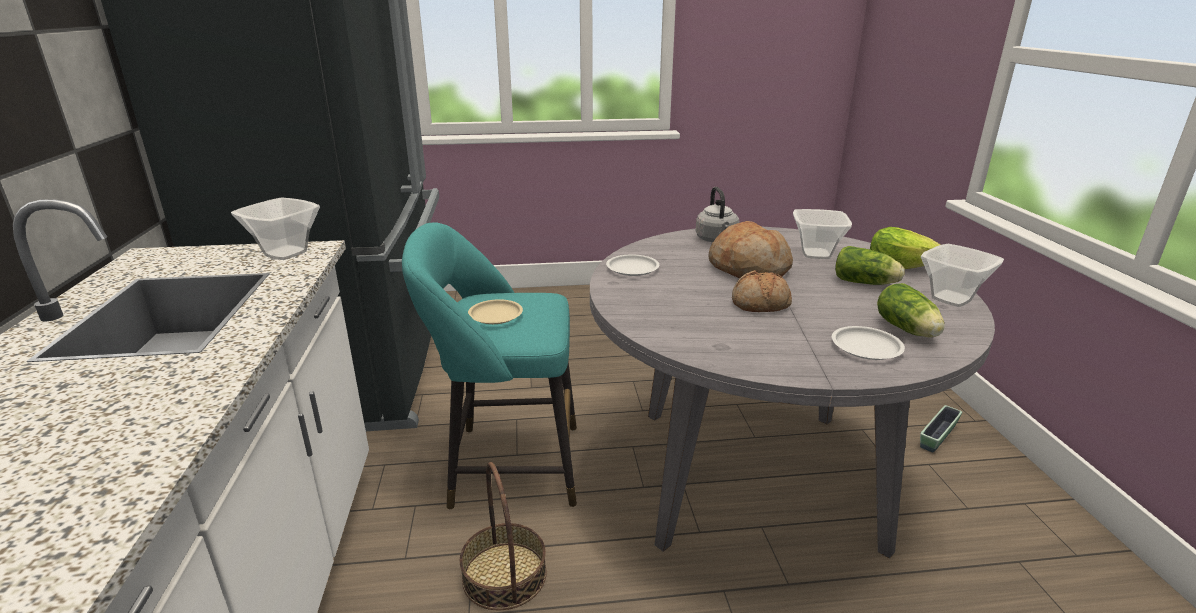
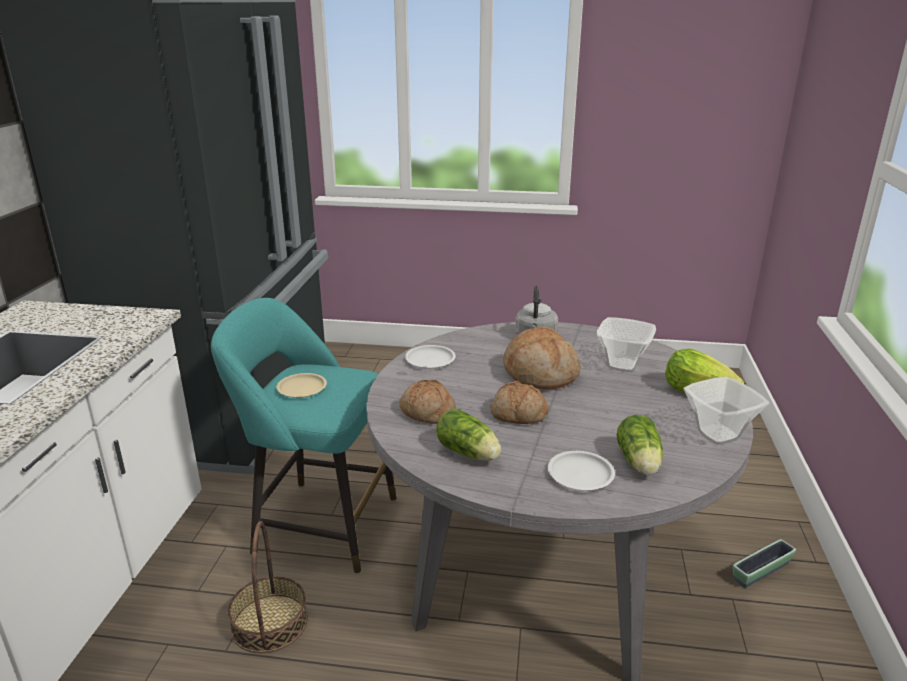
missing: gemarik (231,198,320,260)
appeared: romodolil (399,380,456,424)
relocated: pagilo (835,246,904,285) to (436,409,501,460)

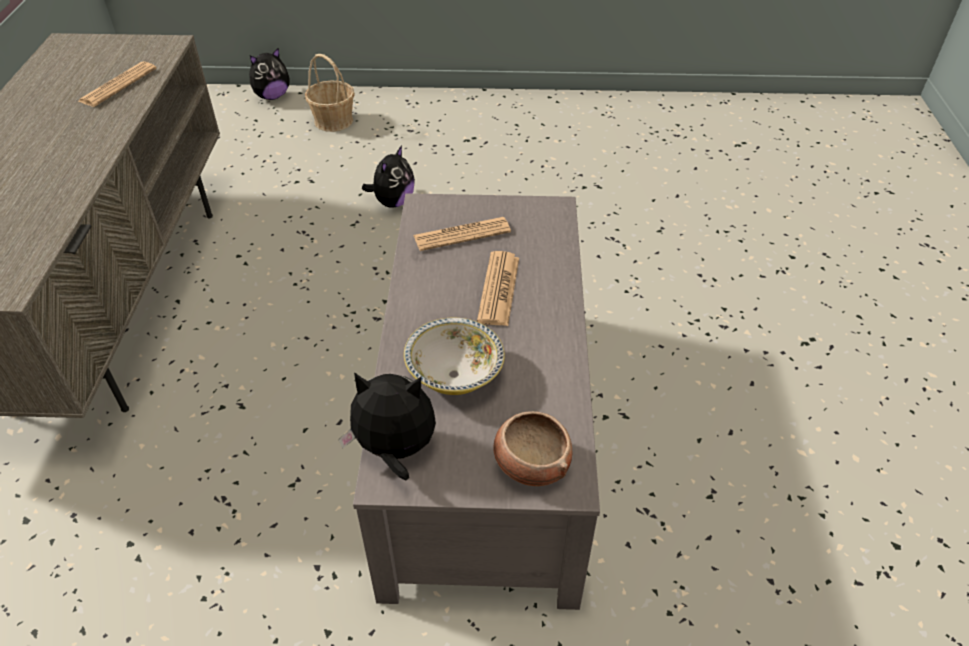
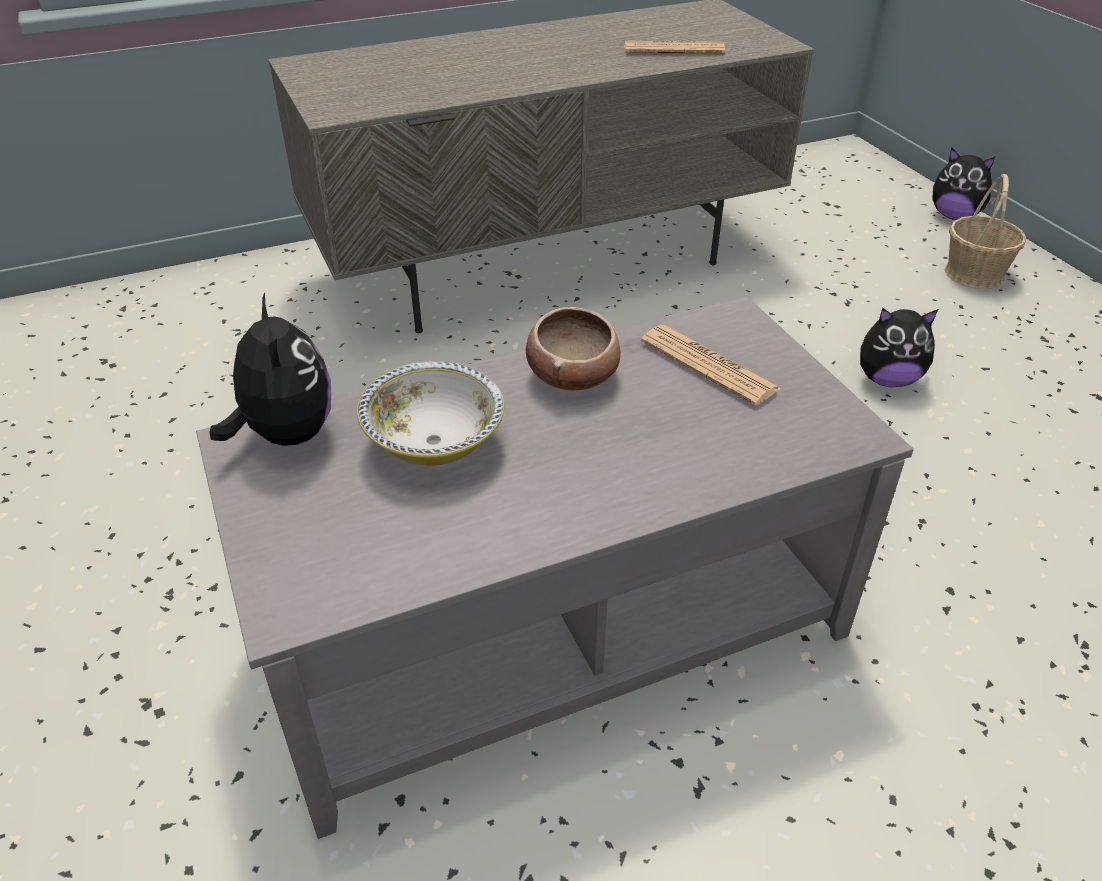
missing: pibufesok (477,251,519,326)
relocated: gemarik (494,411,573,486) to (526,307,621,391)

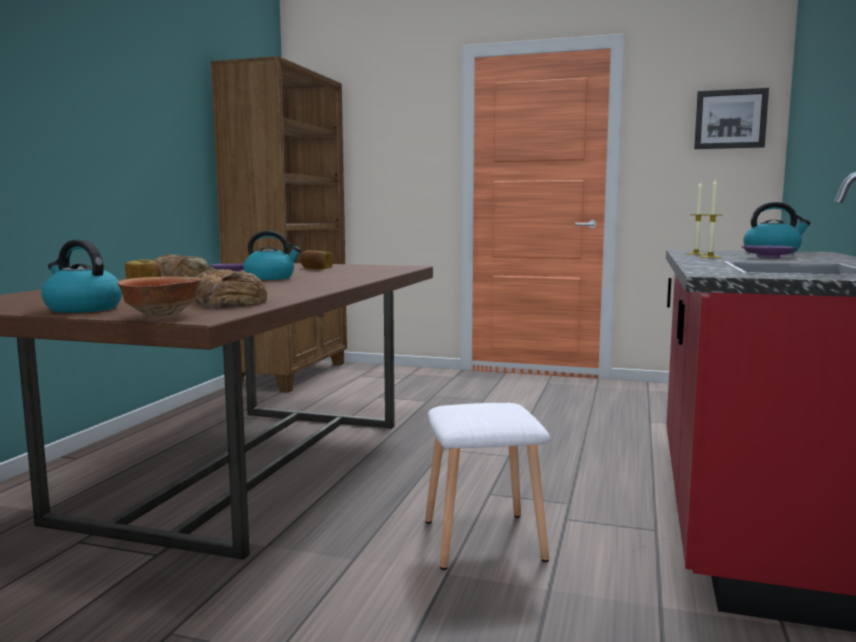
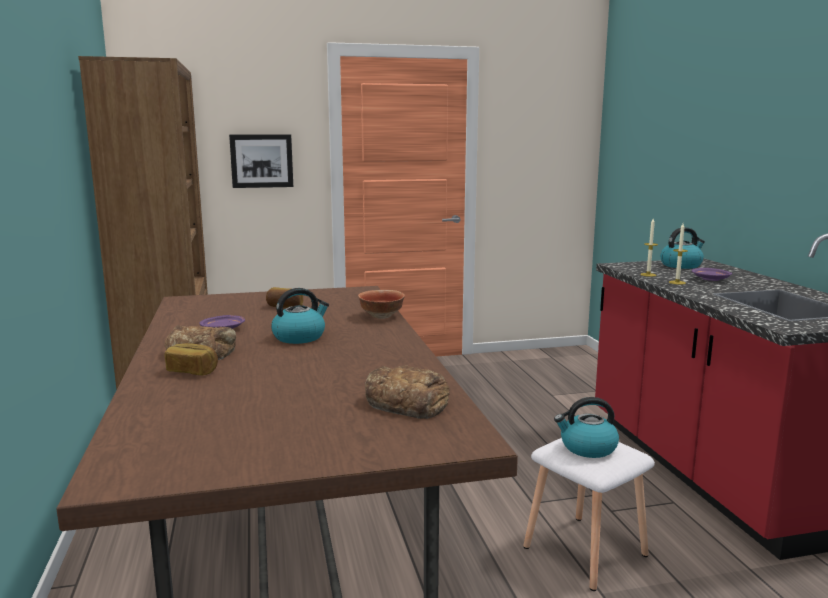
relocated: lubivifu (694,88,769,149) to (229,134,293,188); gemarik (117,276,201,318) to (358,290,405,319); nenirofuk (41,239,122,313) to (554,397,619,458)

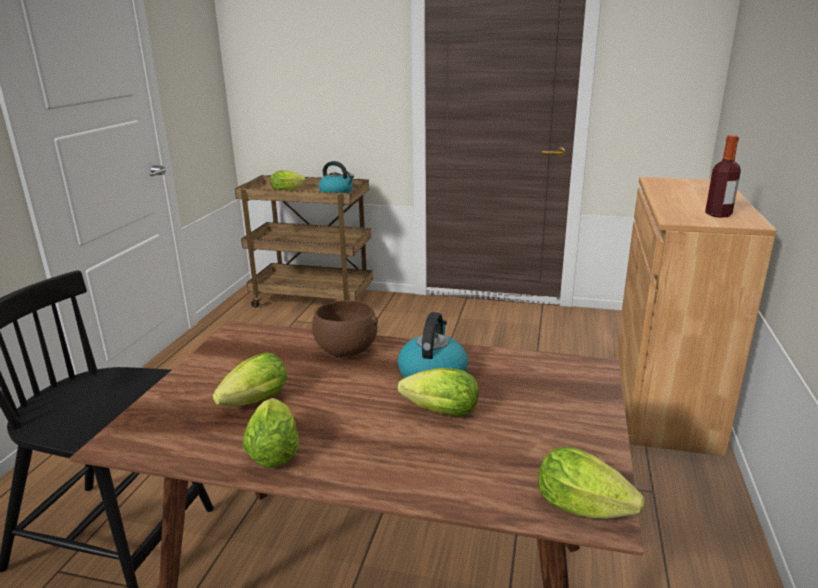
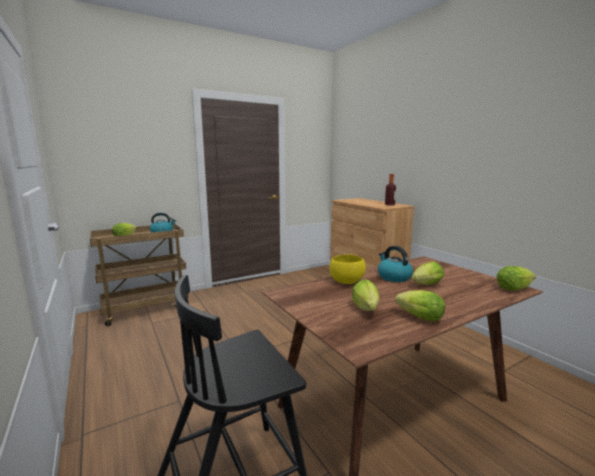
colour: brown gemarik (312,300,378,357) to yellow gemarik (329,254,366,284)

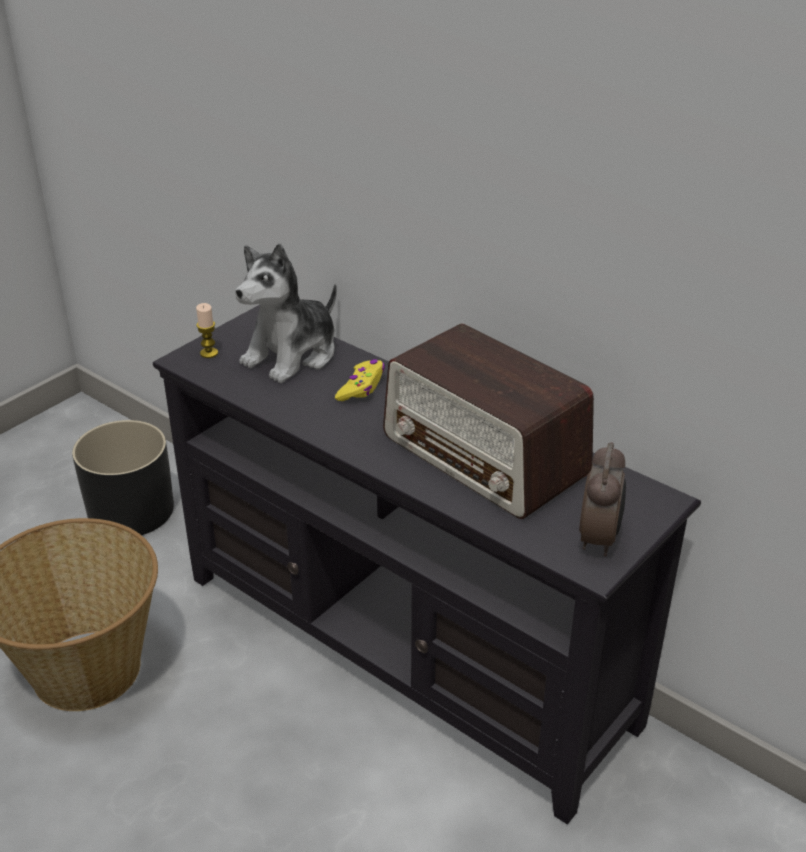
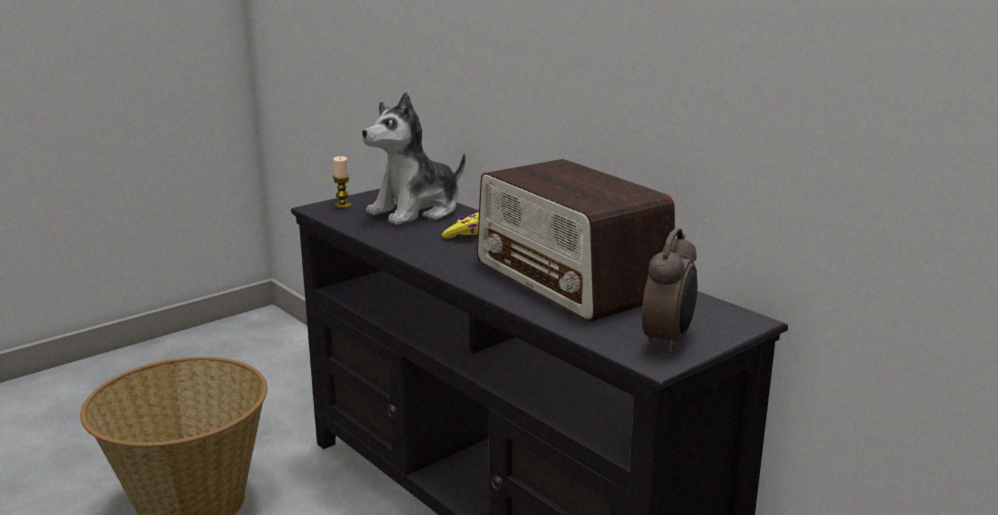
missing: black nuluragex (72,420,174,535)

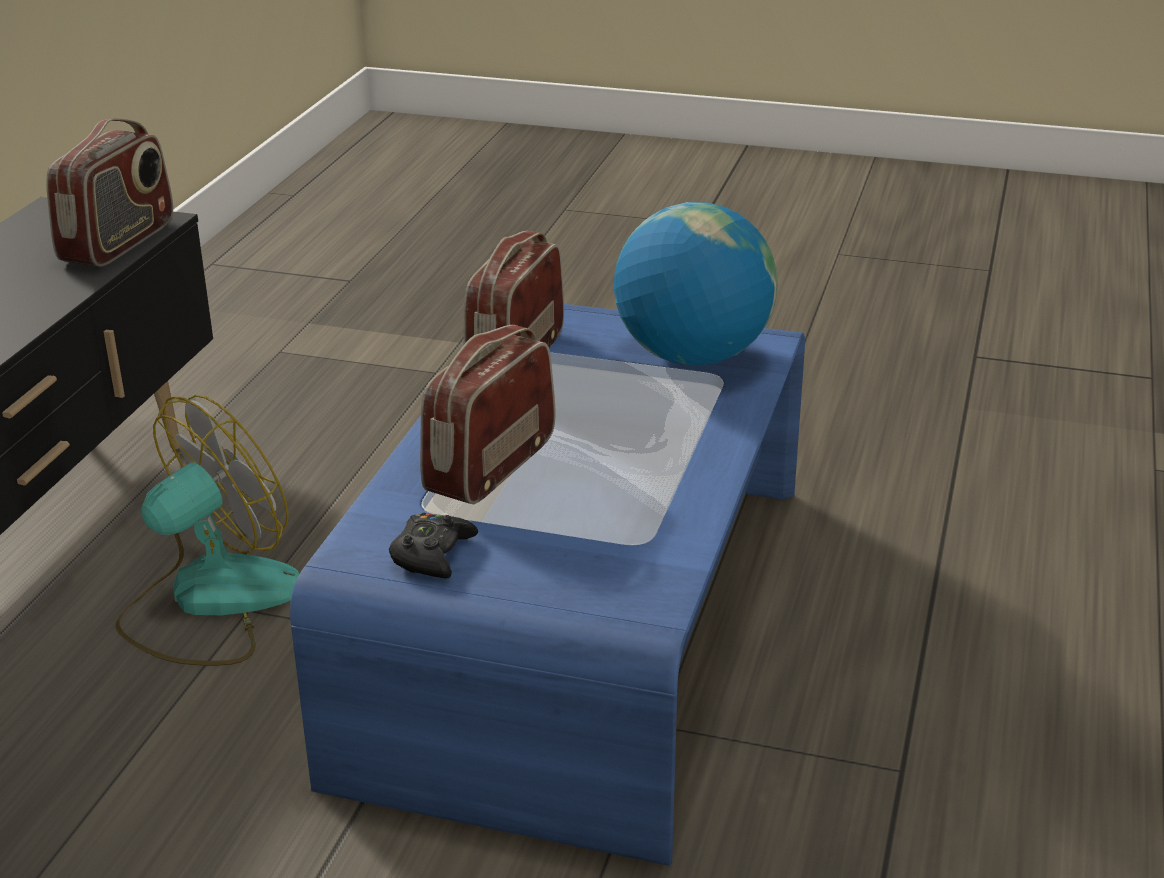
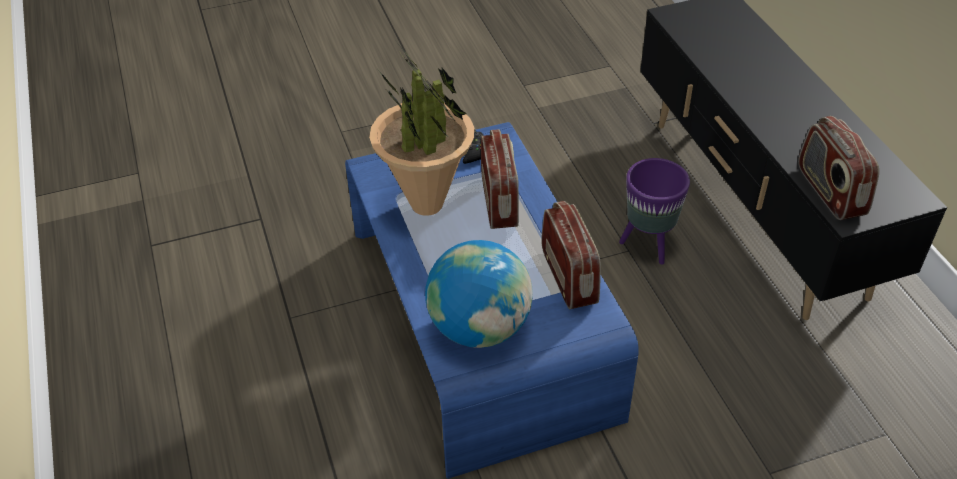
appeared: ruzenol (369,42,474,216)
exchanged: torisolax (116,395,299,666) to purple nuluragex (619,158,690,265)

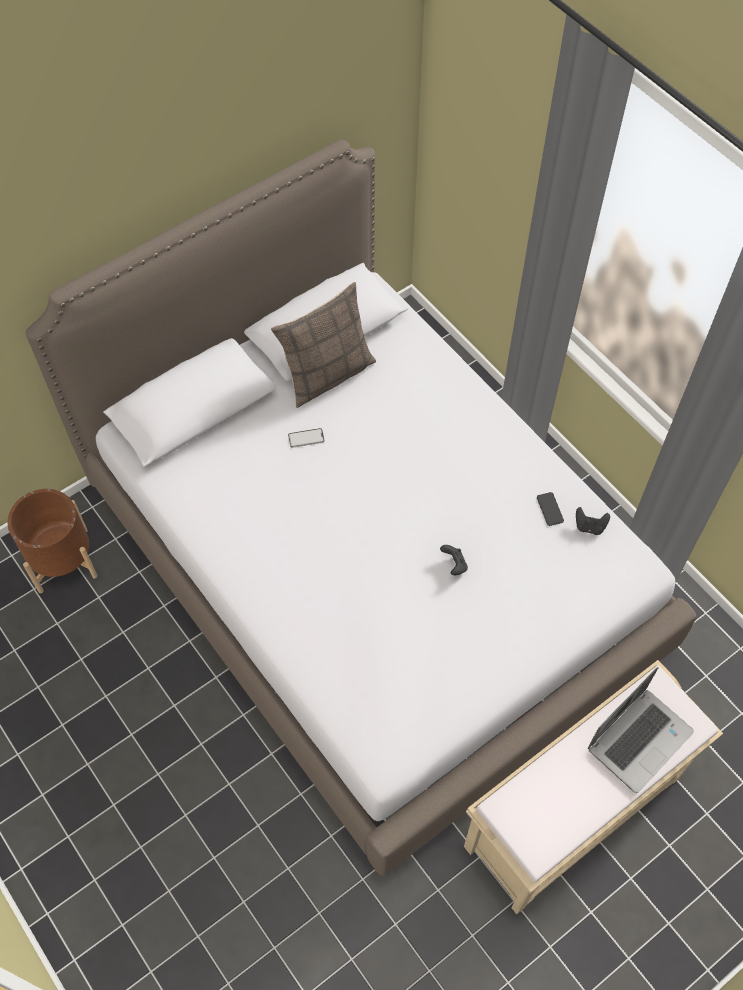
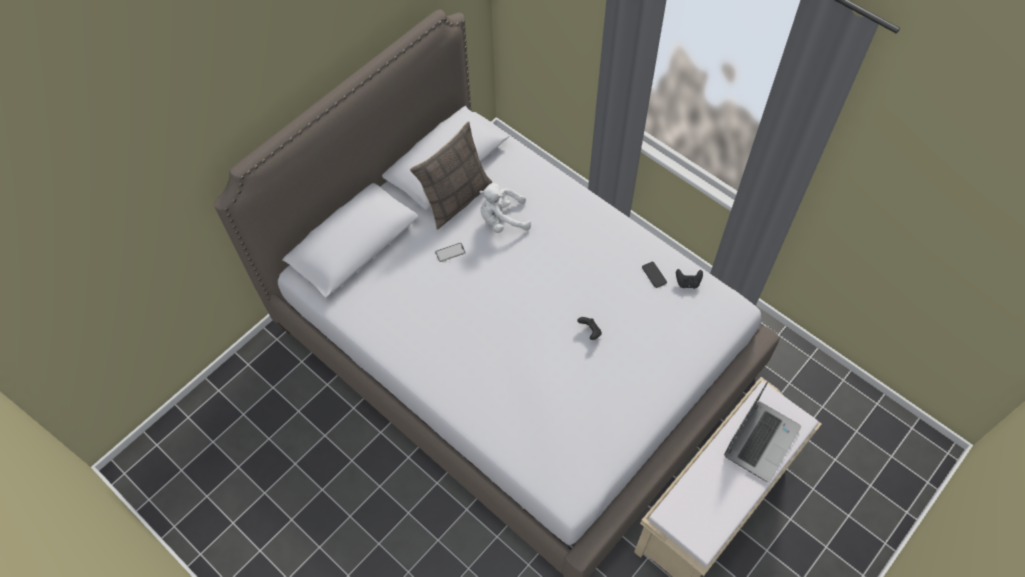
missing: brown nuluragex (7,489,98,593)
appeared: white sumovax (479,183,531,233)

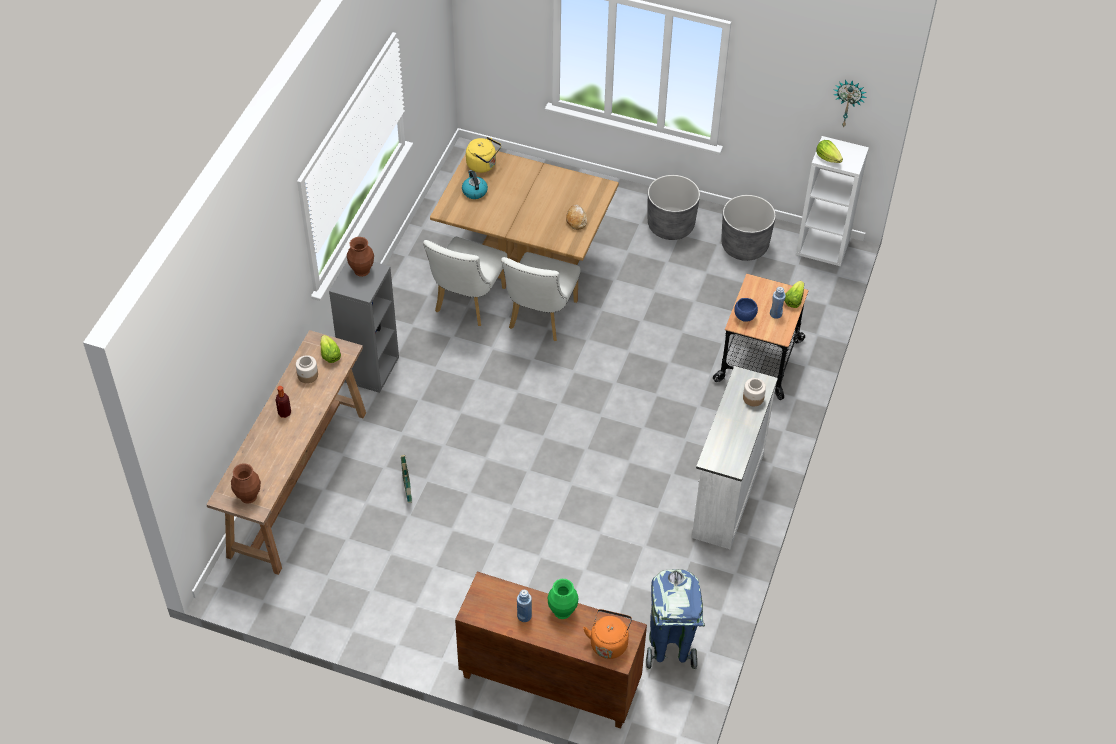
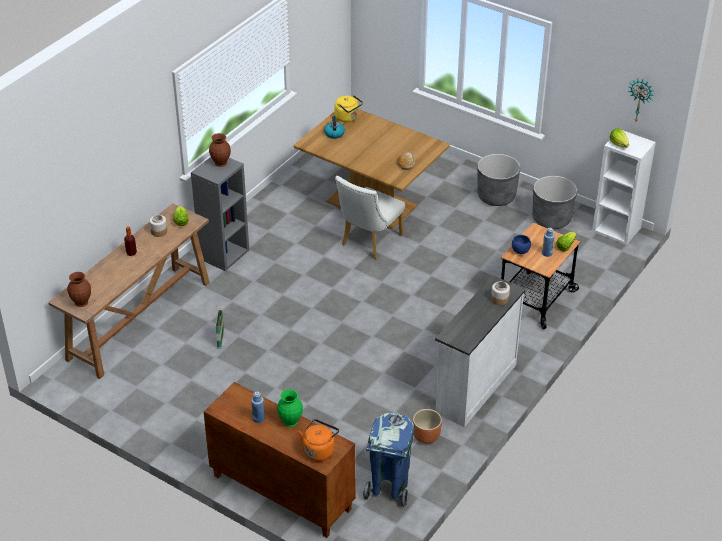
missing: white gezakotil (423,237,507,326)
appeared: brown nuluragex (413,409,442,444)

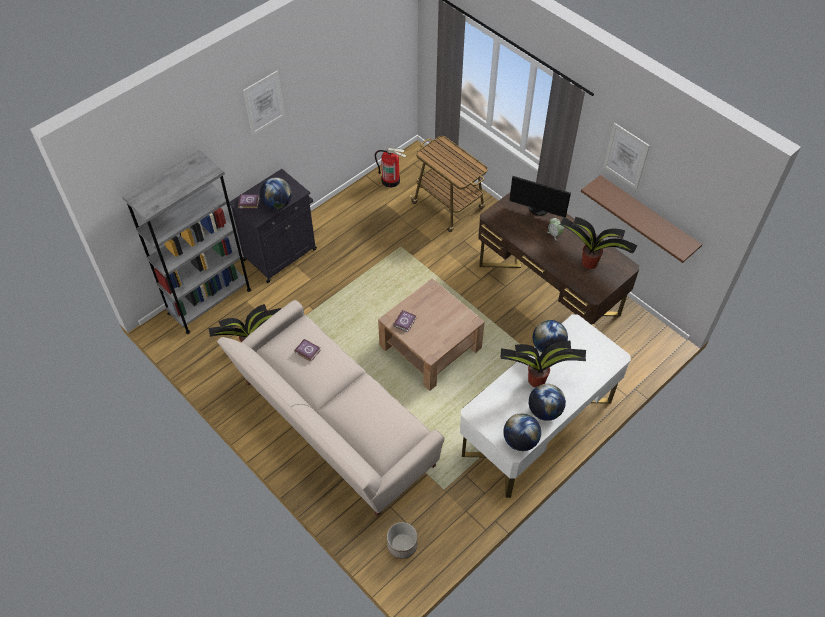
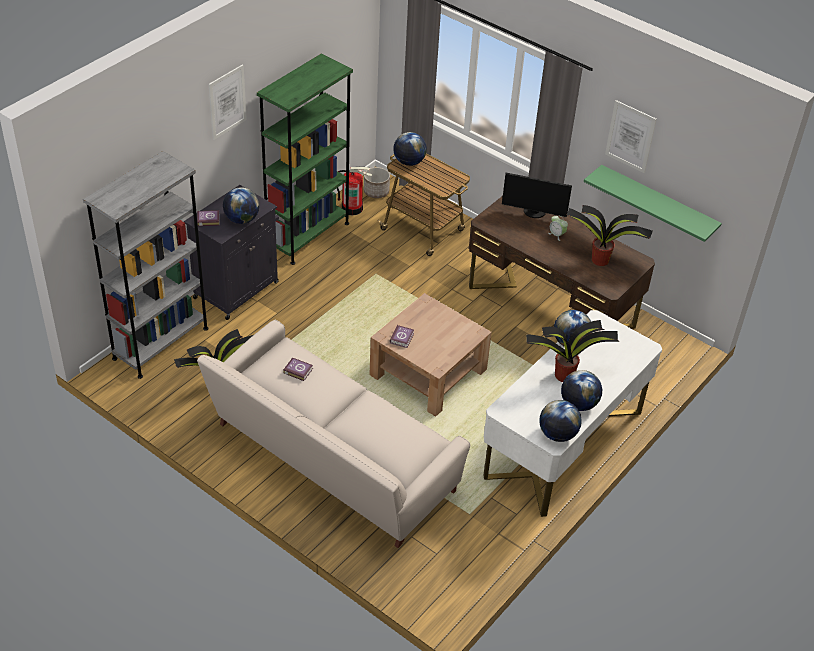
appeared: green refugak (257,53,353,265); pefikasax (393,132,427,166)
relocated: nuluragex (387,522,417,559) to (364,167,390,198)
colour: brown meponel (581,175,702,263) to green meponel (584,165,722,242)

